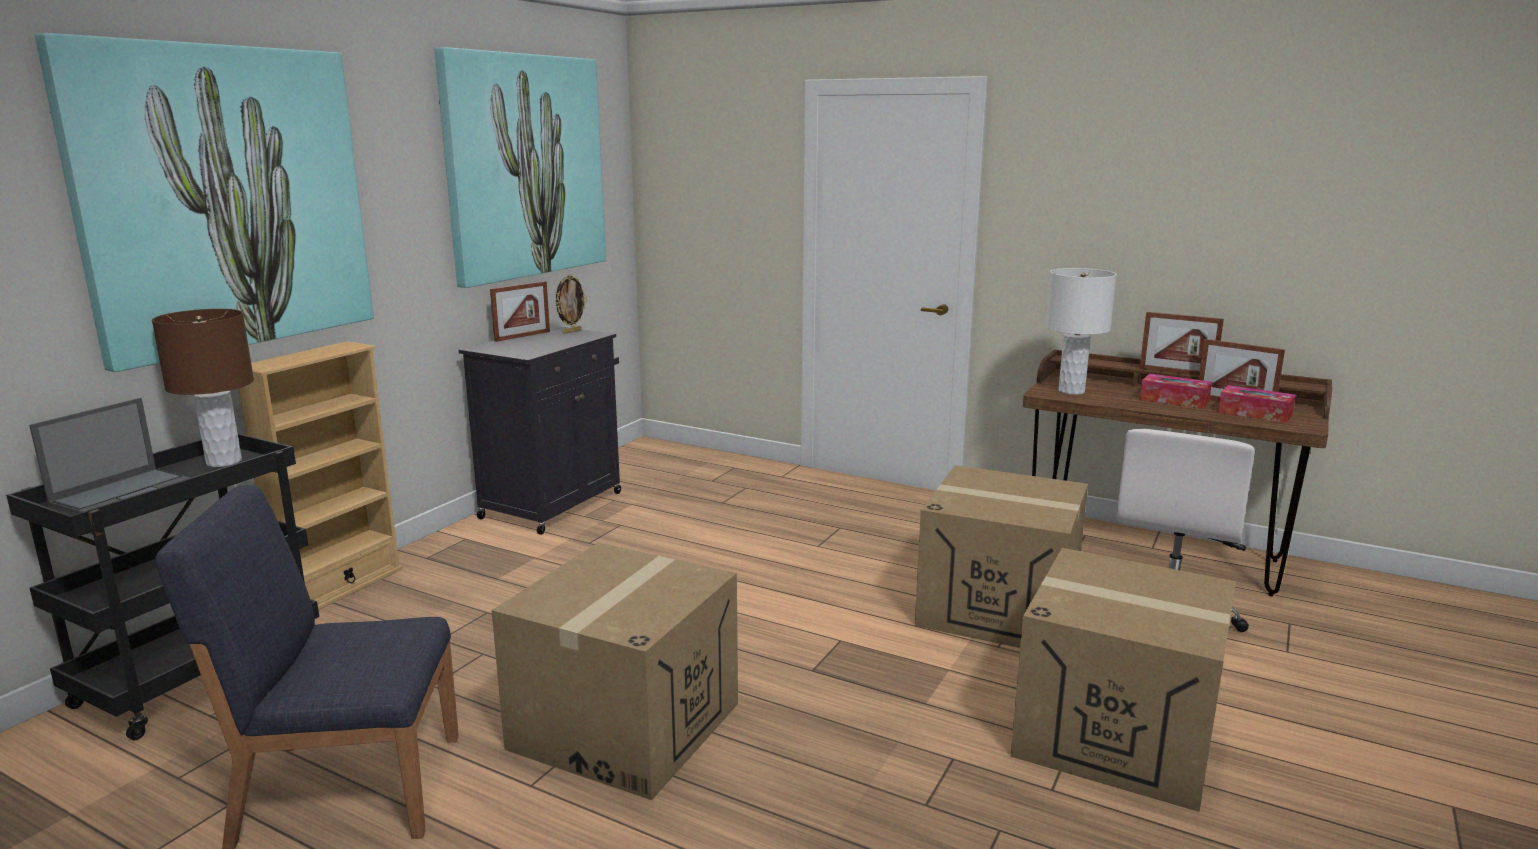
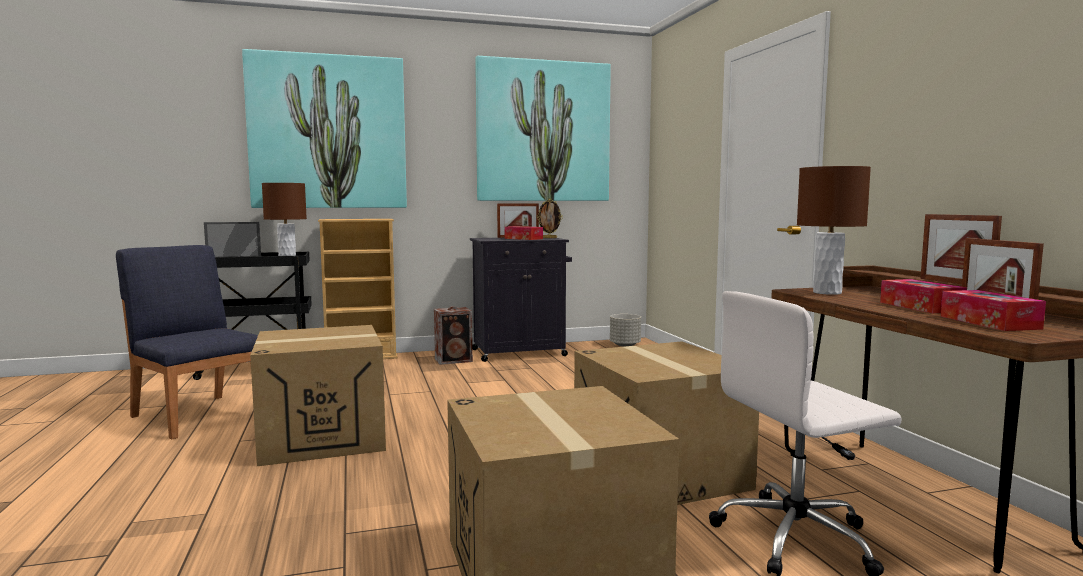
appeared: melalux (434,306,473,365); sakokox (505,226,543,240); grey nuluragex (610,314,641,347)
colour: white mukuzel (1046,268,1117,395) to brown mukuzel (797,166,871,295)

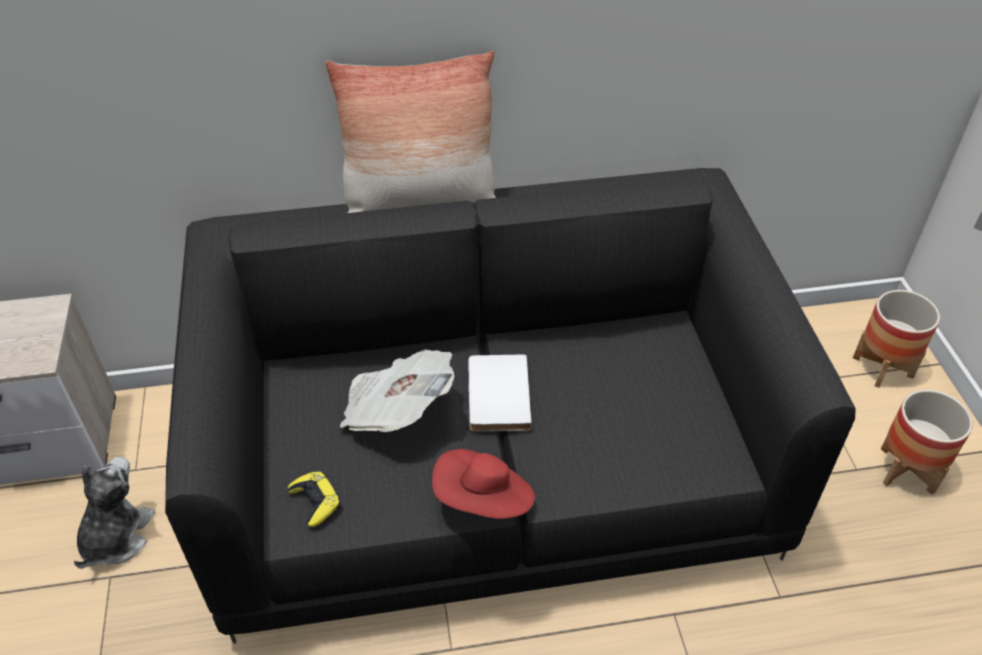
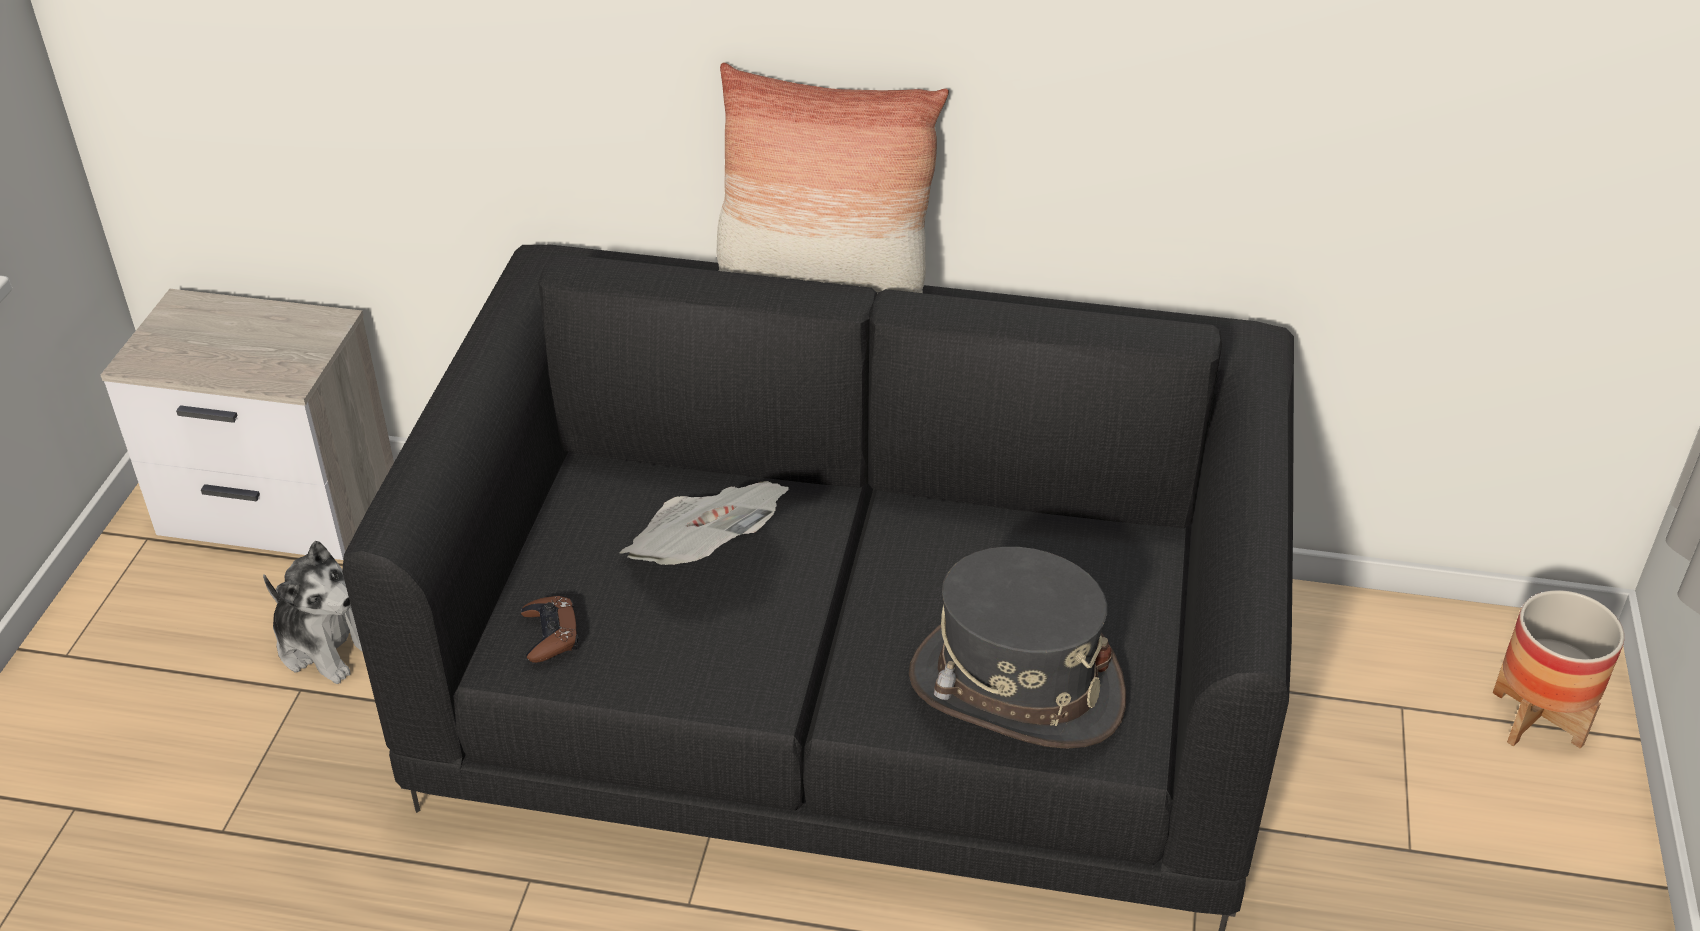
missing: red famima (432,449,535,519); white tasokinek (468,354,532,432); nuluragex (881,390,973,495)
appeared: grey famima (909,547,1126,749)
colour: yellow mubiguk (287,472,340,527) to brown mubiguk (521,596,578,663)
spun: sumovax (74,456,155,569) = (263,541,362,684) 90 degrees clockwise

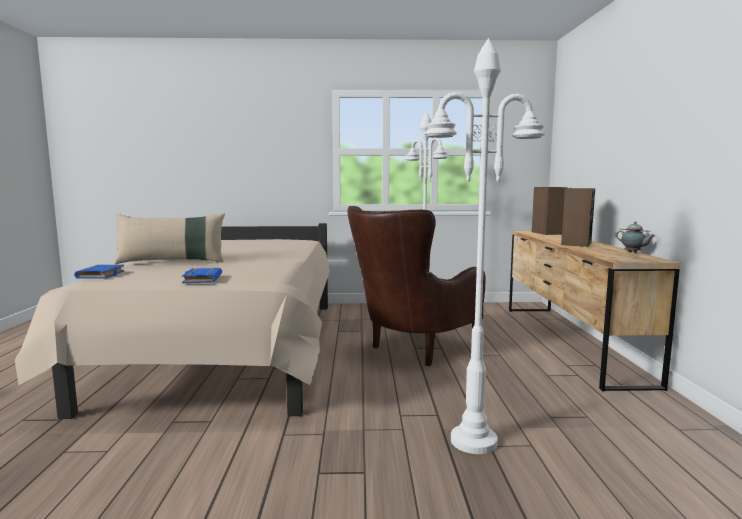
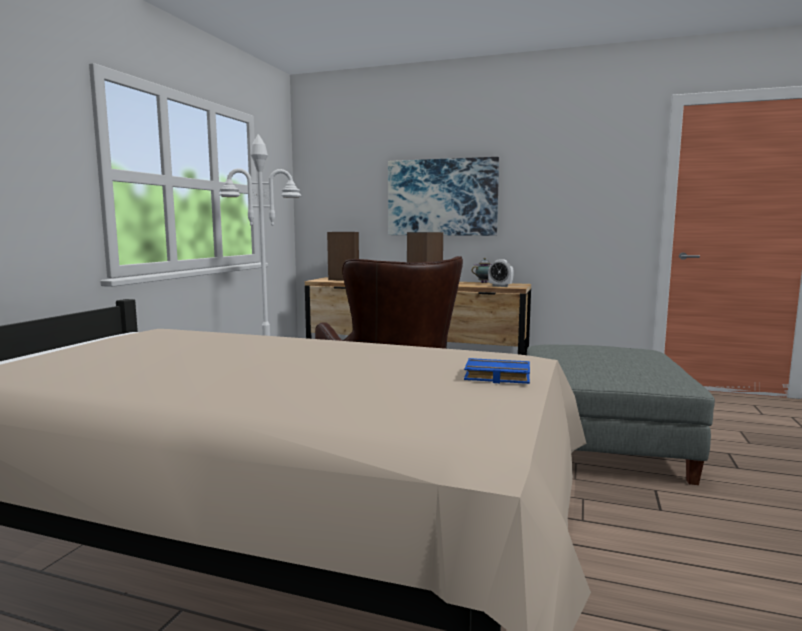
missing: blue tasokinek (74,264,124,279); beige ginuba (114,213,225,264)
appeared: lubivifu (388,157,499,236); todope (488,259,514,287)
exchanged: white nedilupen (425,38,545,454) to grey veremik (527,344,715,485)

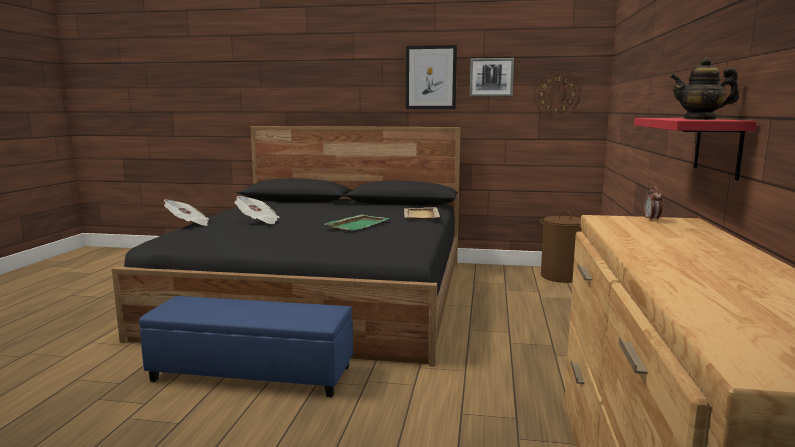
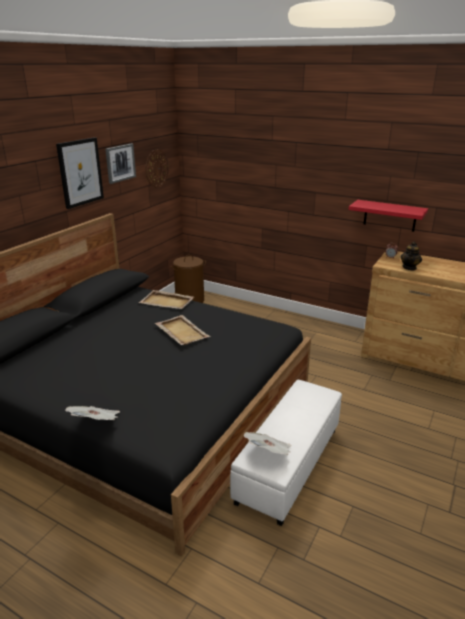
relocated: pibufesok (235,196,279,224) to (244,432,292,455); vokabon (670,57,739,120) to (400,242,422,270)
colour: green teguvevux (325,214,390,231) to beige teguvevux (155,315,210,345); blue veremik (139,296,353,397) to white veremik (230,380,342,526)

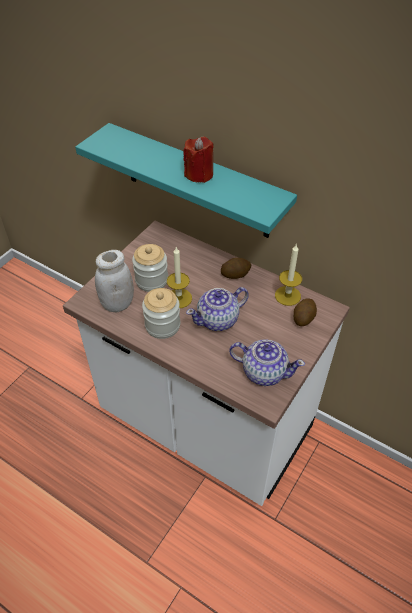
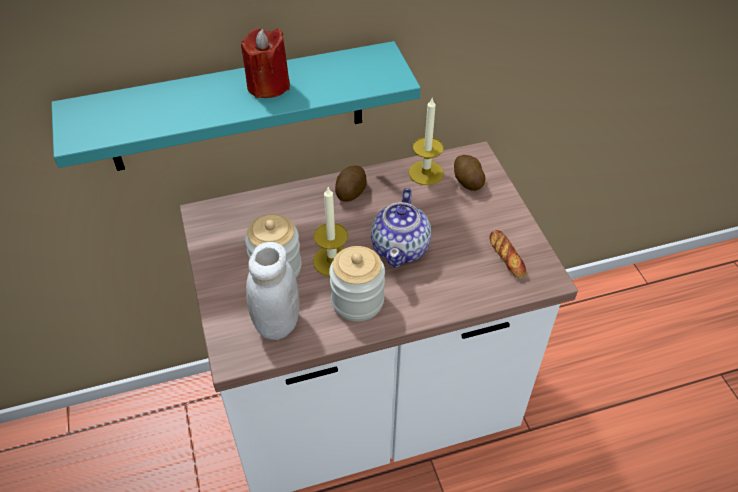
exchanged: vokabon (229,339,305,386) to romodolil (489,230,527,278)

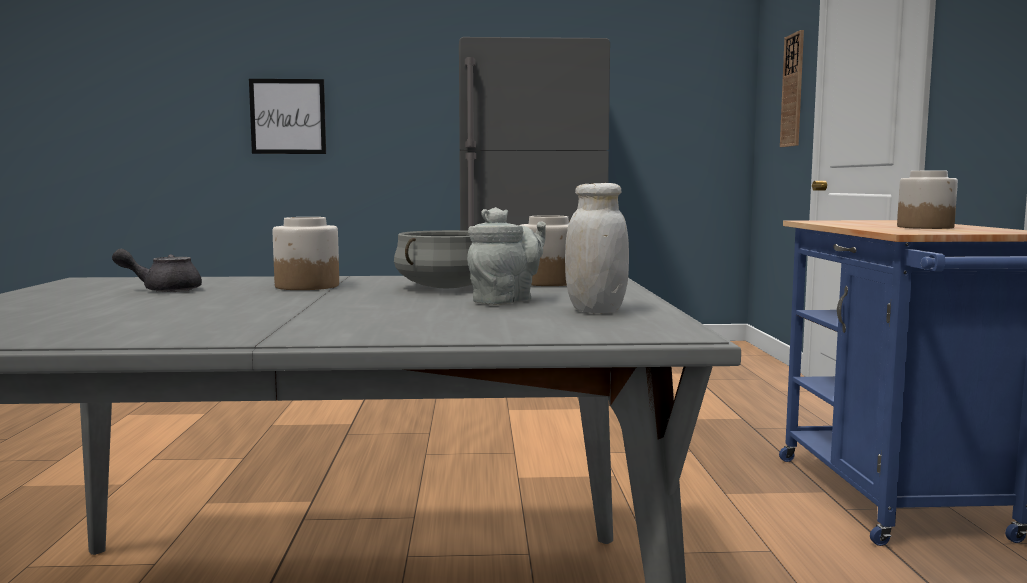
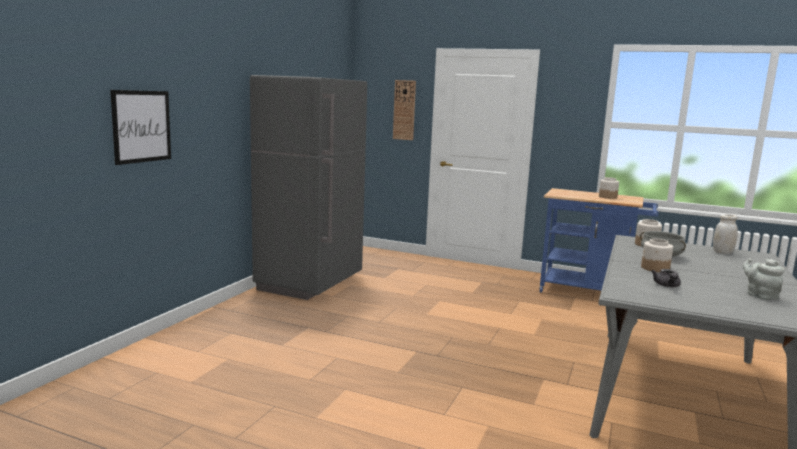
relocated: grey vokabon (467,207,546,305) to (743,258,784,300)

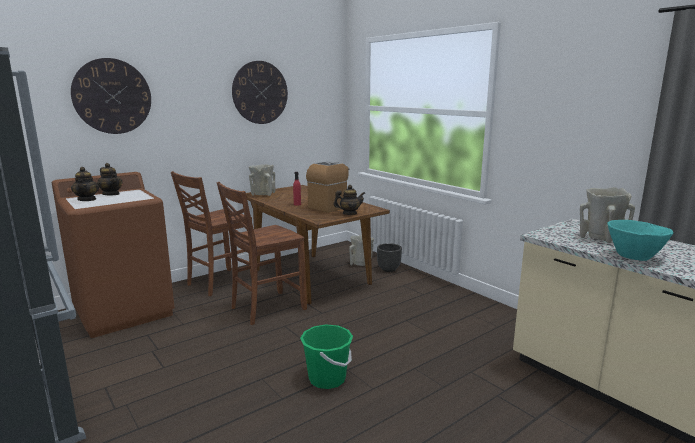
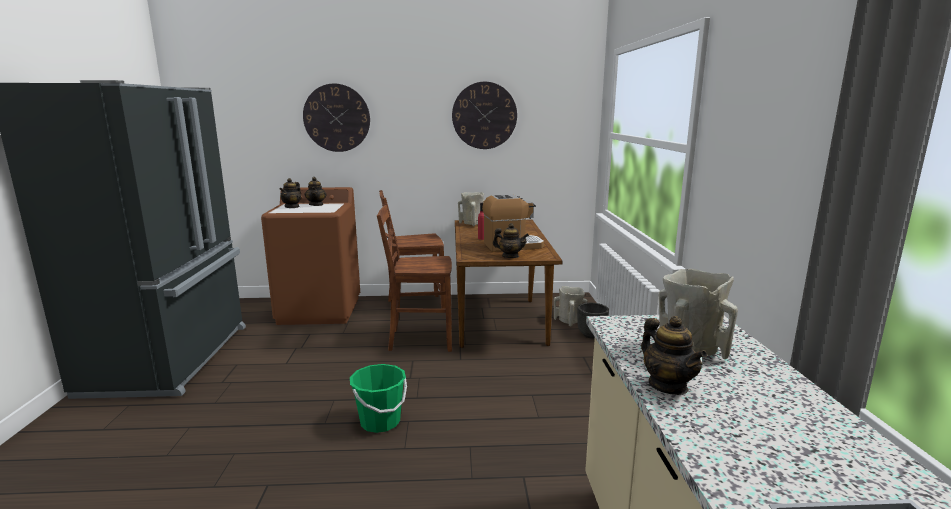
exchanged: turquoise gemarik (607,220,674,261) to vokabon (641,316,707,395)

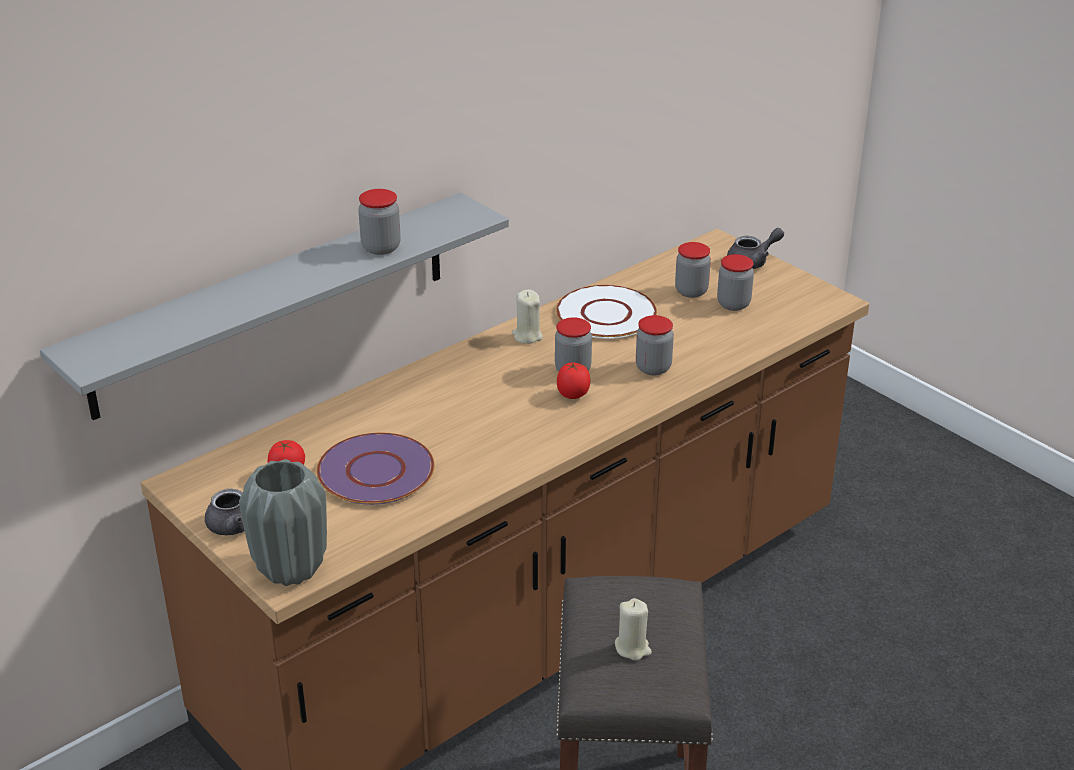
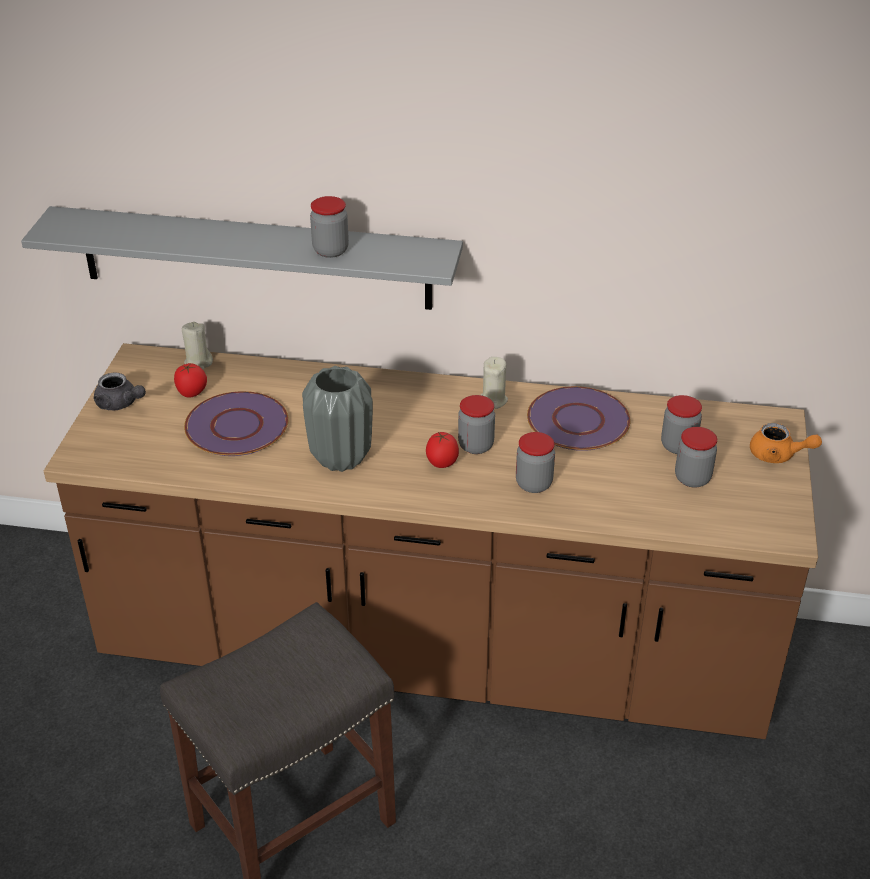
relocated: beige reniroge (615,598,652,661) to (182,322,213,370); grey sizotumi (239,459,327,586) to (302,366,373,472)
colour: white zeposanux (556,285,657,339) to purple zeposanux (527,386,631,451); grey vokabon (727,228,784,269) to orange vokabon (750,423,822,463)

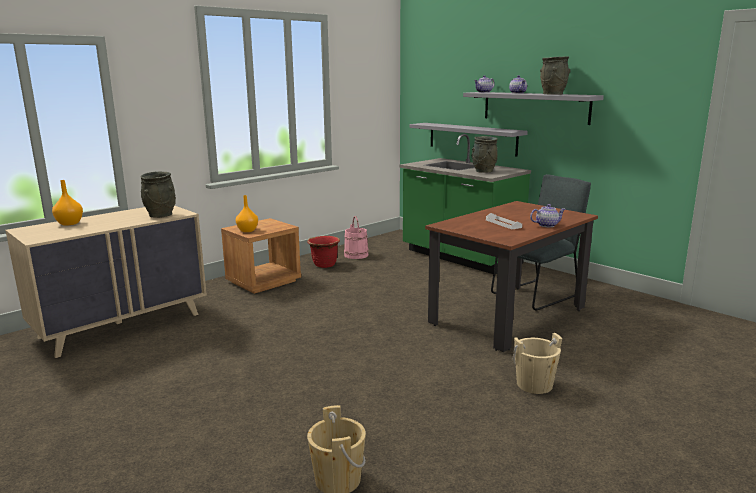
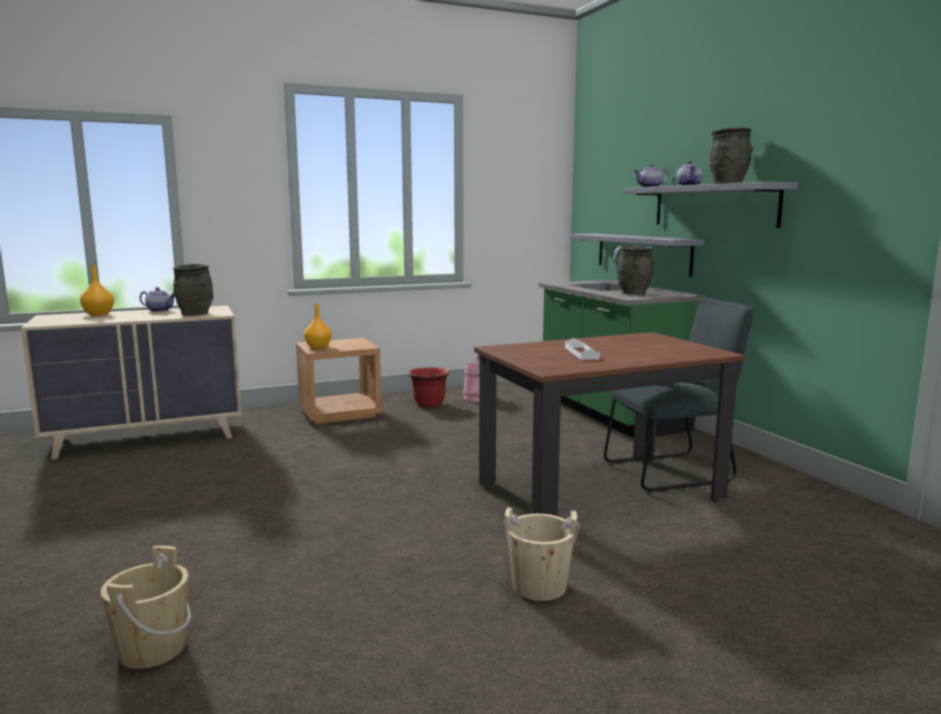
relocated: vokabon (530,204,566,227) to (140,287,175,312)

